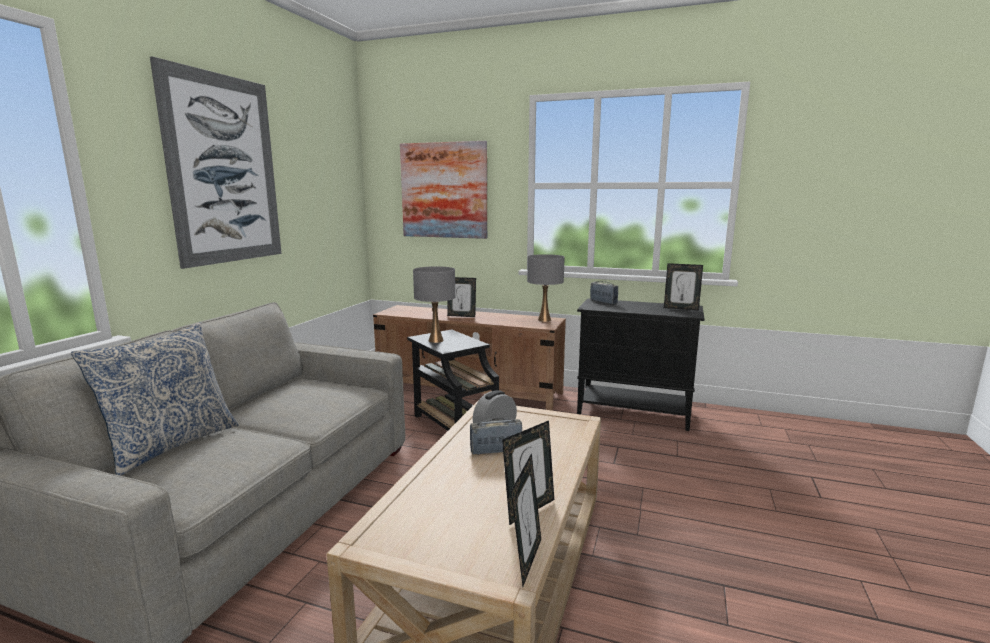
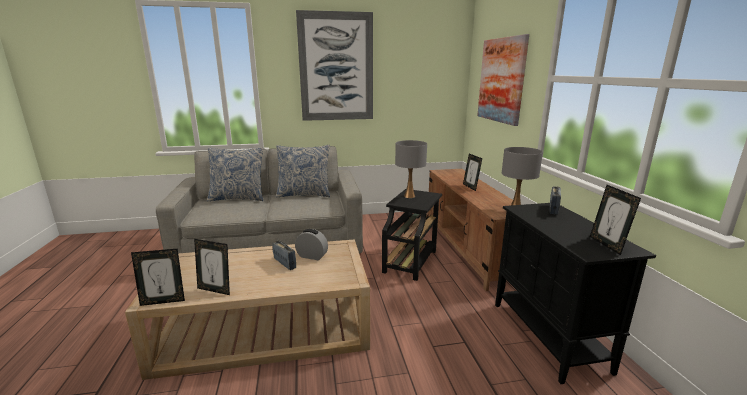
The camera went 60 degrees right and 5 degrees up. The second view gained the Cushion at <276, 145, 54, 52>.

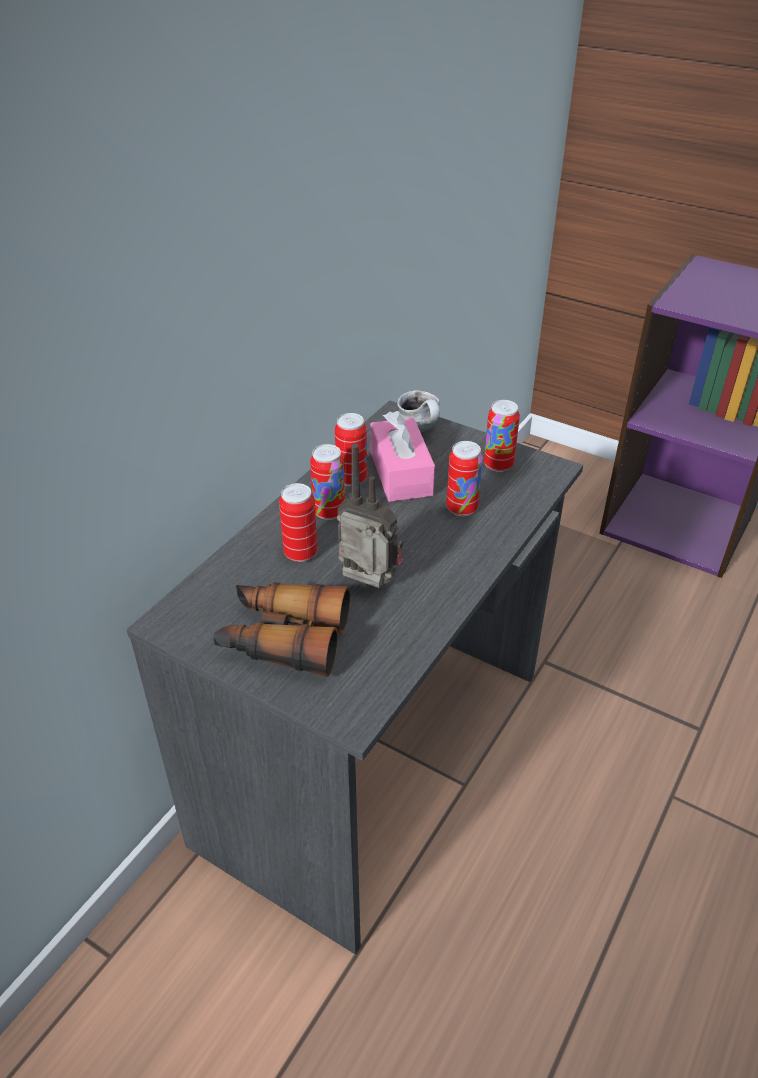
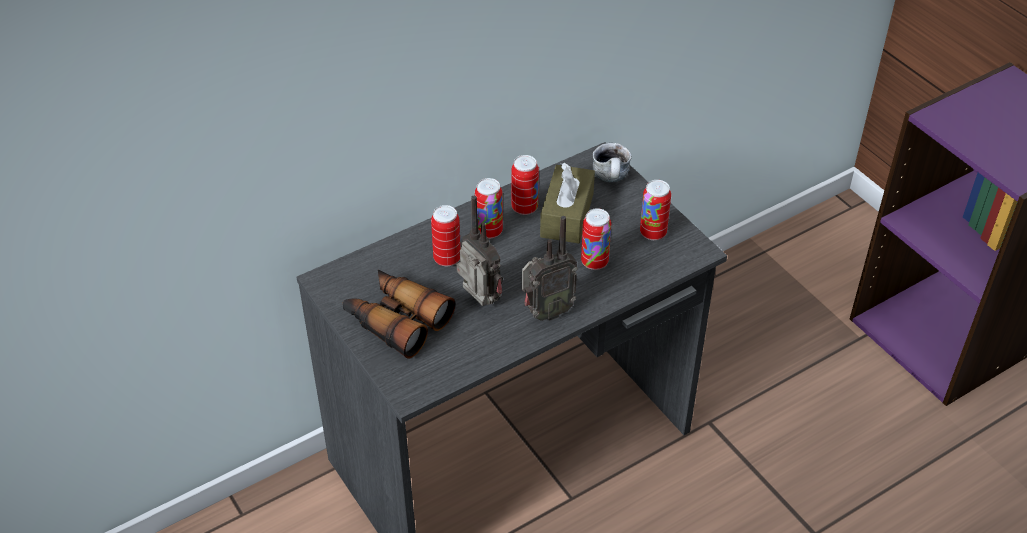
The camera went 25 degrees right and 5 degrees up. The second view gained the RadioReceiver at <522, 216, 56, 105>. What was the PinkBoxOfTissues at <370, 411, 65, 91> turned into the BrownColouredBoxOfTissues at <540, 163, 55, 80>.

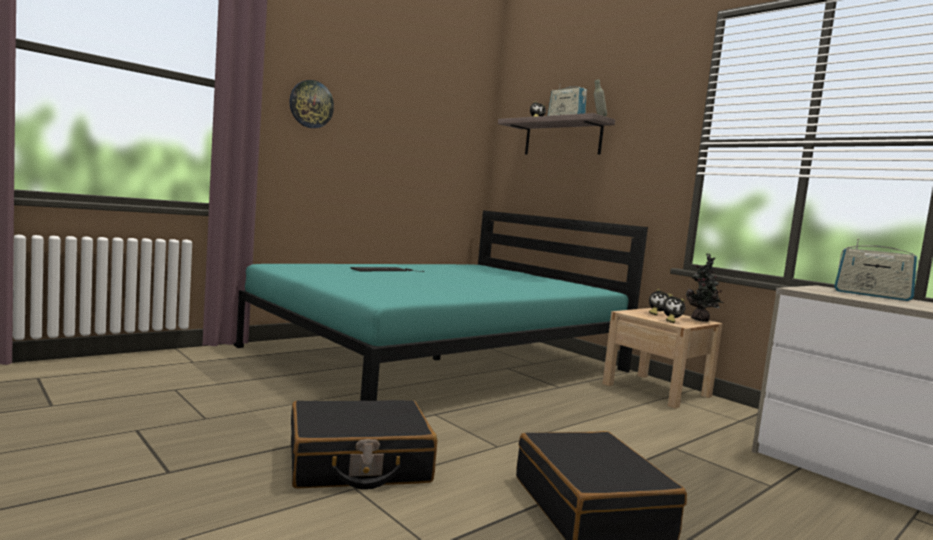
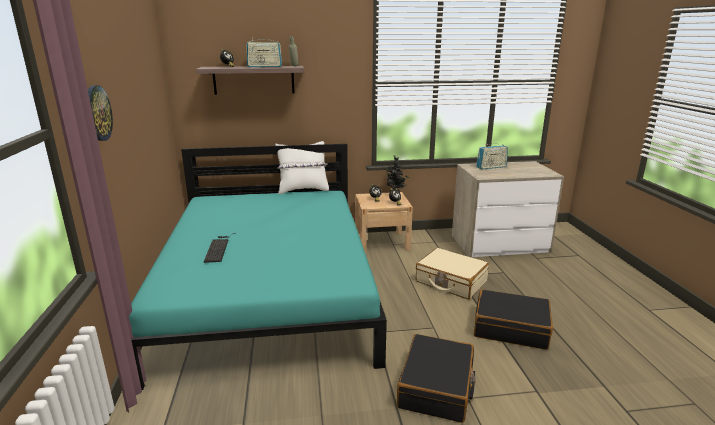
The camera went 55 degrees left and 15 degrees up. The second view gained the WhiteColouredCushion at <275, 141, 54, 53>. The second view gained the SandColouredTravelCase at <416, 248, 73, 51>.

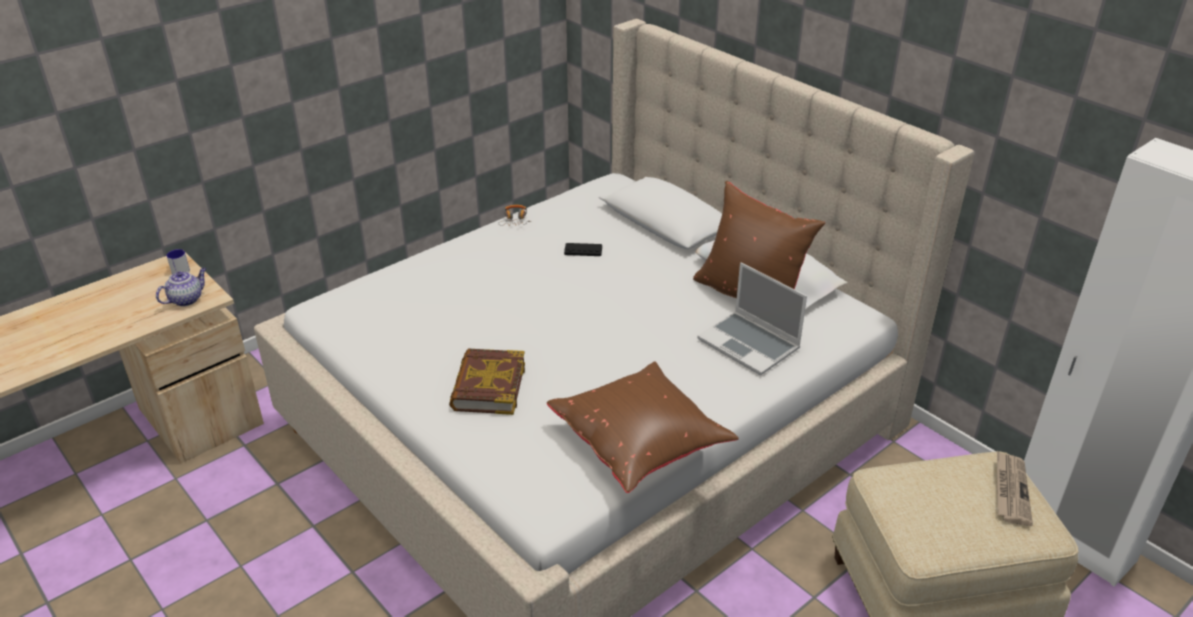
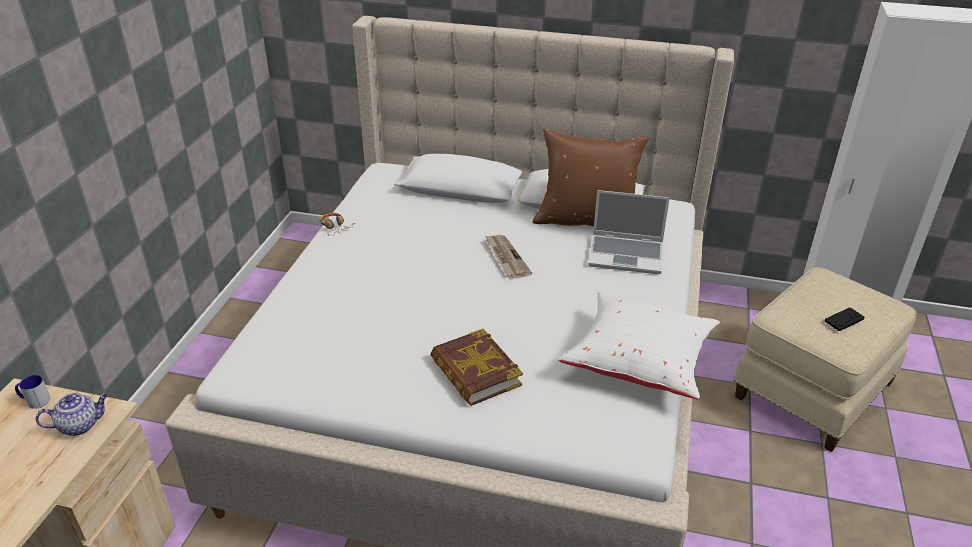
The camera went 35 degrees left and 0 degrees up. The BlackJoypad ended up elsewhere, having gone from <564, 243, 38, 13> to <825, 308, 40, 23>. The Newspaper ended up elsewhere, having gone from <997, 451, 36, 75> to <485, 235, 47, 43>. What was the BrownColouredCushion at <547, 361, 192, 132> turned into the WhiteColouredCushion at <559, 292, 161, 107>. The PotForTea at <156, 268, 50, 38> ended up facing another way, 60 degrees clockwise from before.

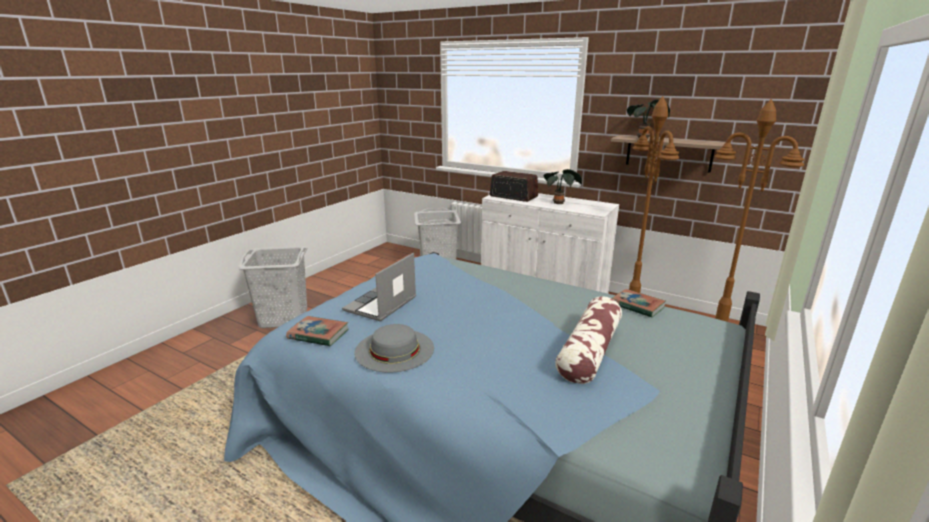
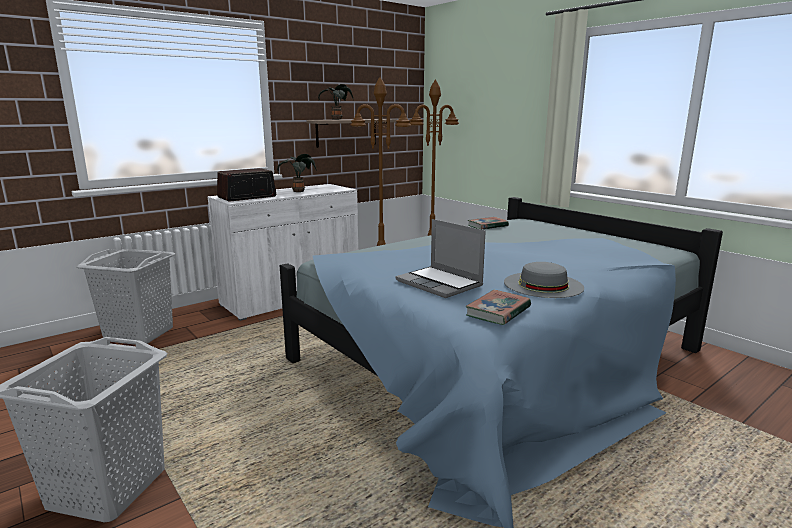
The camera went 70 degrees left and 5 degrees down. The second view lost the Cushion at <555, 296, 67, 88>.

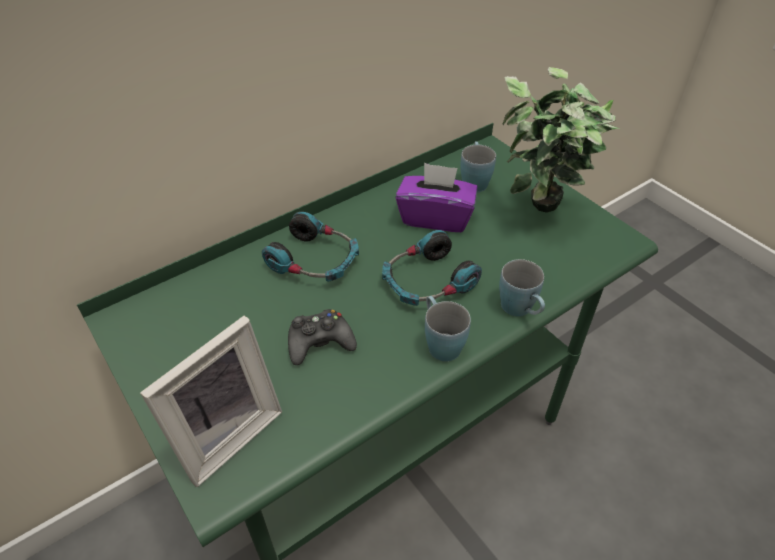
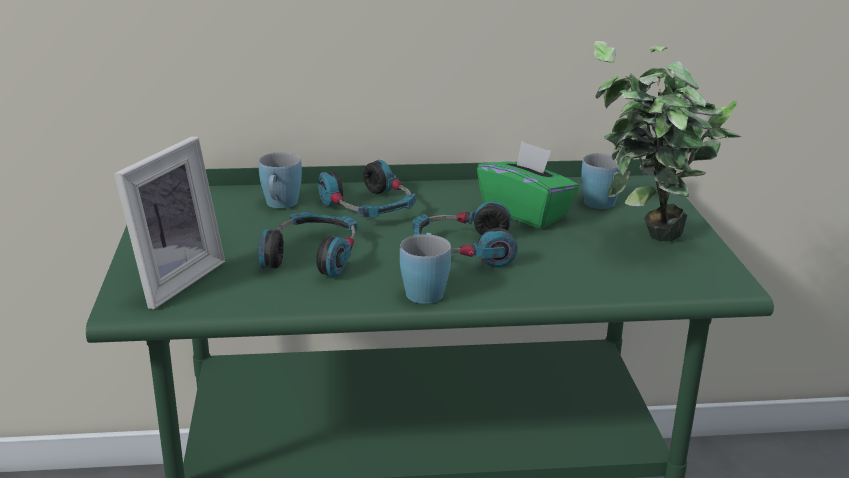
The camera went 30 degrees right and 20 degrees down. The BlueColouredCoffeeMug ended up elsewhere, having gone from <499, 259, 46, 57> to <258, 152, 44, 57>. Where the BlackJoypad stood at <288, 309, 69, 56>, the Headset came to stand at <257, 212, 100, 65>. What was the PurpleColouredBoxOfTissues at <395, 163, 82, 69> turned into the GreenBoxOfTissues at <477, 141, 102, 88>. The StandingFrame at <140, 316, 142, 171> ended up facing another way, 45 degrees counterclockwise from before.

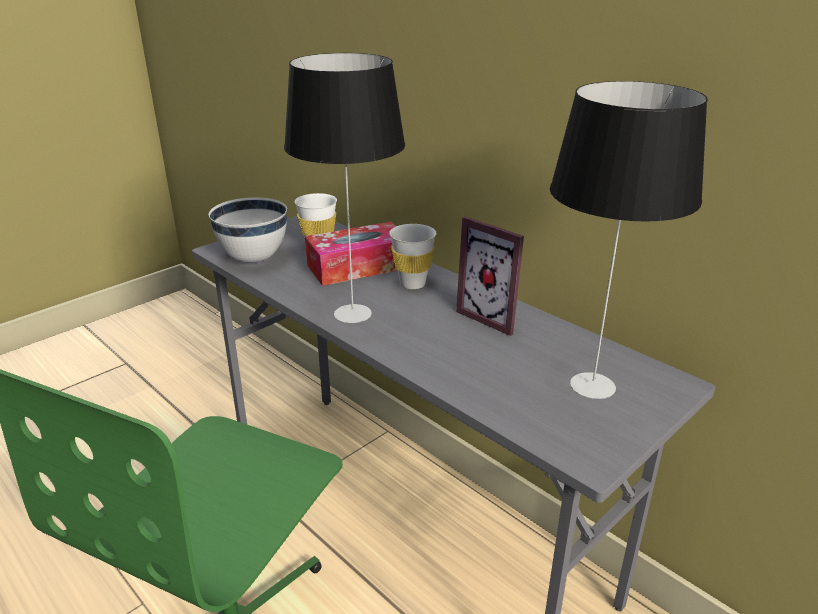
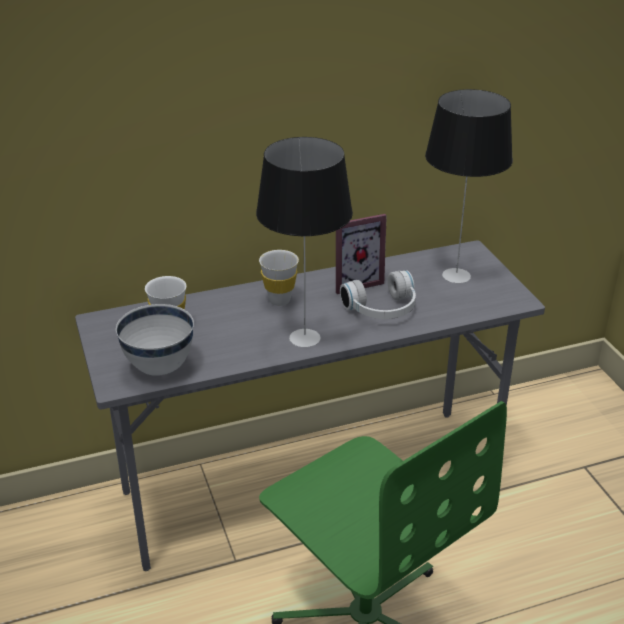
The camera went 65 degrees left and 5 degrees up. The second view lost the BoxOfTissues at <305, 222, 93, 64>. The second view gained the WhiteColouredHeadset at <340, 270, 76, 49>.

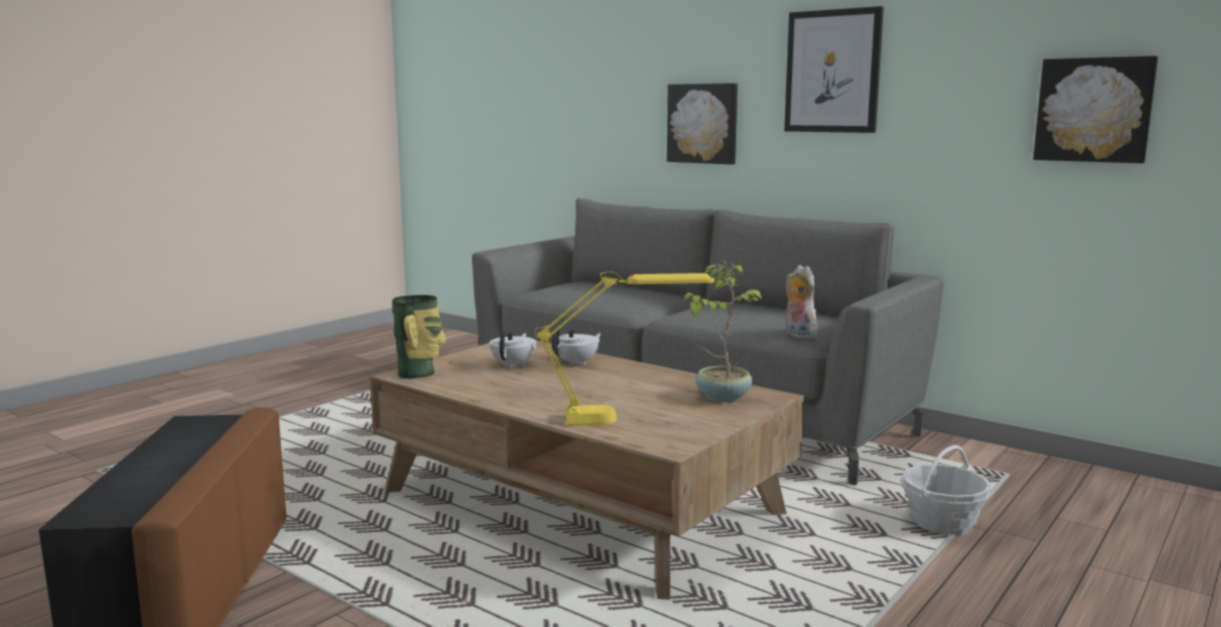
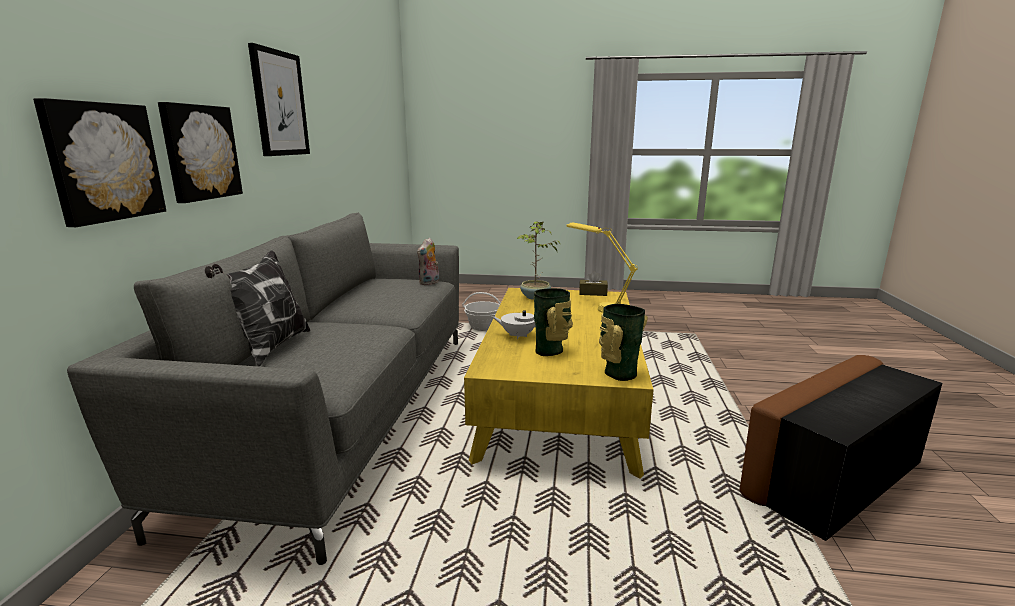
The camera went 120 degrees left and 5 degrees up. The second view gained the Cushion at <205, 250, 106, 117>. The second view gained the BrownColouredBoxOfTissues at <579, 271, 29, 25>. The Picture ended up elsewhere, having gone from <1033, 56, 125, 107> to <33, 98, 133, 129>. Where the WhiteColouredPotForTea stood at <489, 331, 47, 38>, the DecorativeVase came to stand at <534, 288, 39, 68>. What was the BrownColouredLoungeTable at <370, 341, 434, 259> turned into the YellowLoungeTable at <464, 288, 190, 191>.

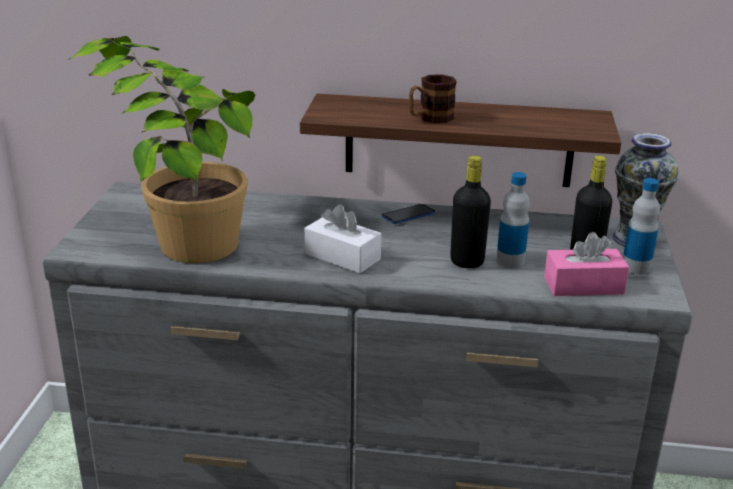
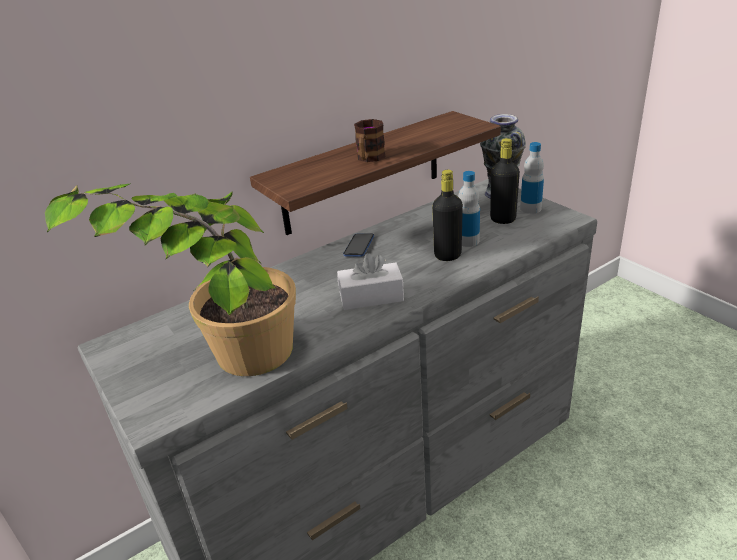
The camera went 40 degrees left and 5 degrees up. The second view lost the PinkBoxOfTissues at <544, 232, 85, 64>.

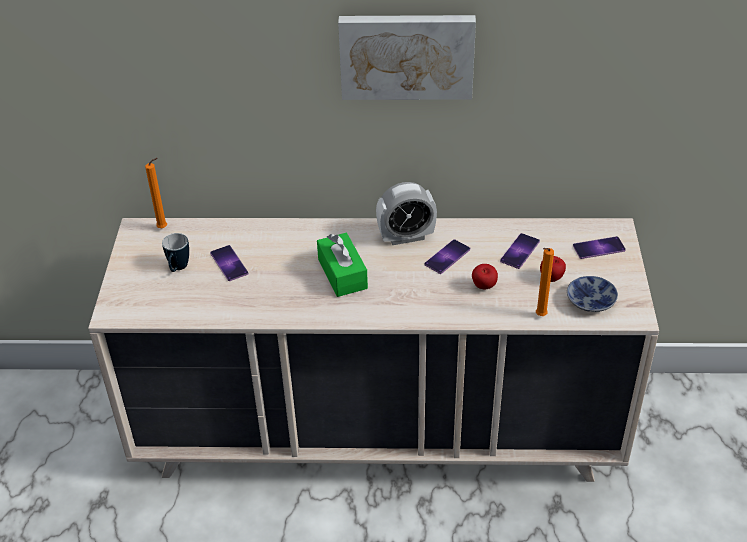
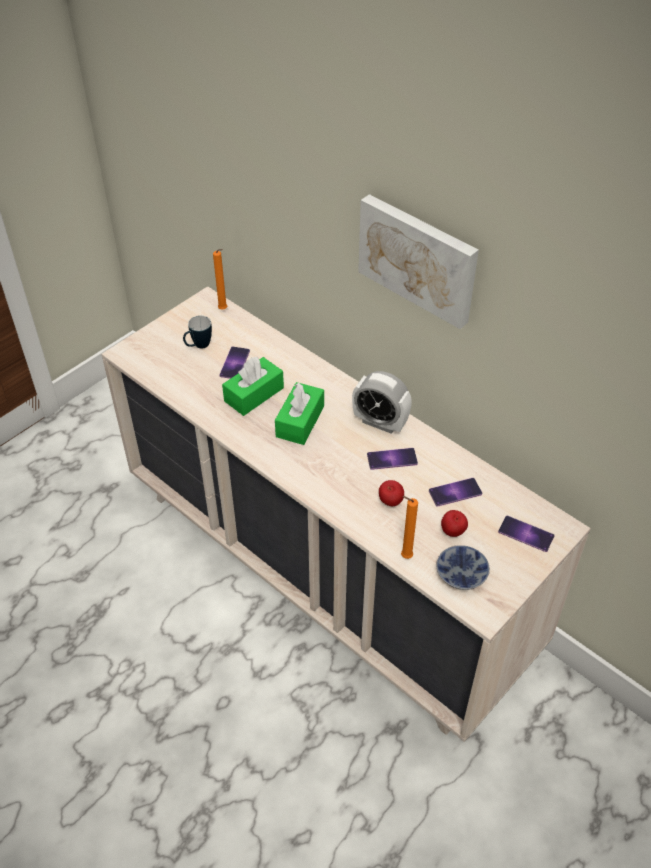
The camera went 40 degrees right and 5 degrees up. The second view gained the GreenBoxOfTissues at <222, 357, 62, 59>.

